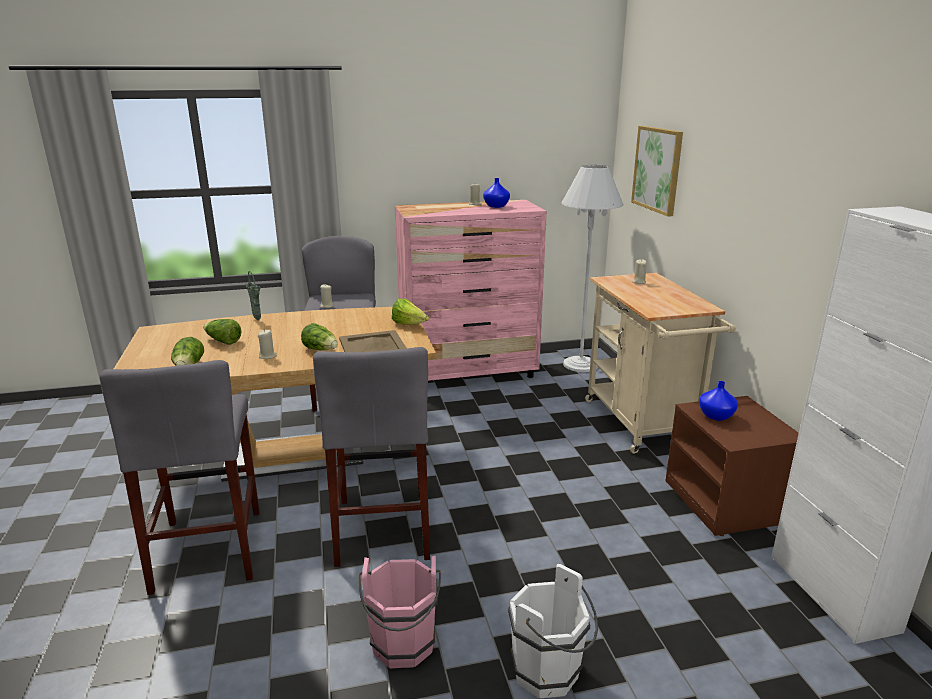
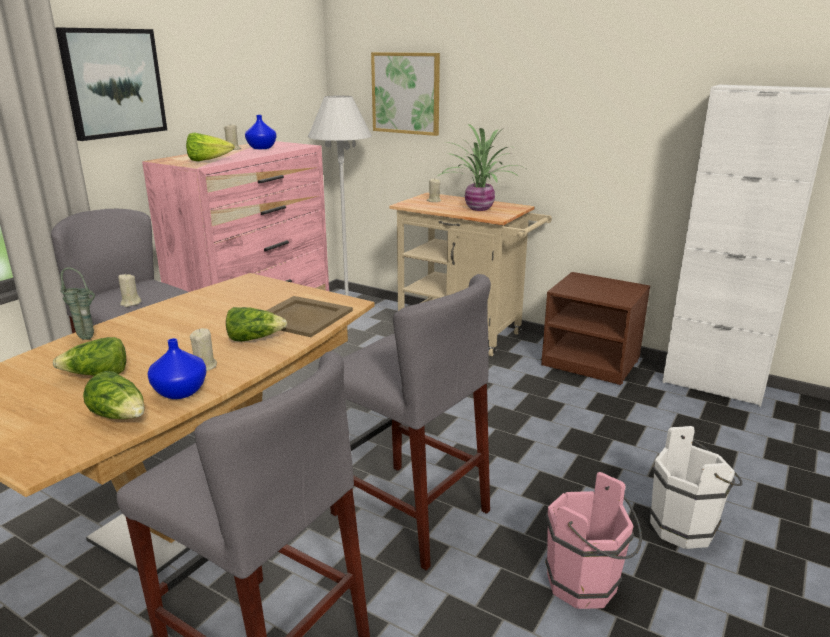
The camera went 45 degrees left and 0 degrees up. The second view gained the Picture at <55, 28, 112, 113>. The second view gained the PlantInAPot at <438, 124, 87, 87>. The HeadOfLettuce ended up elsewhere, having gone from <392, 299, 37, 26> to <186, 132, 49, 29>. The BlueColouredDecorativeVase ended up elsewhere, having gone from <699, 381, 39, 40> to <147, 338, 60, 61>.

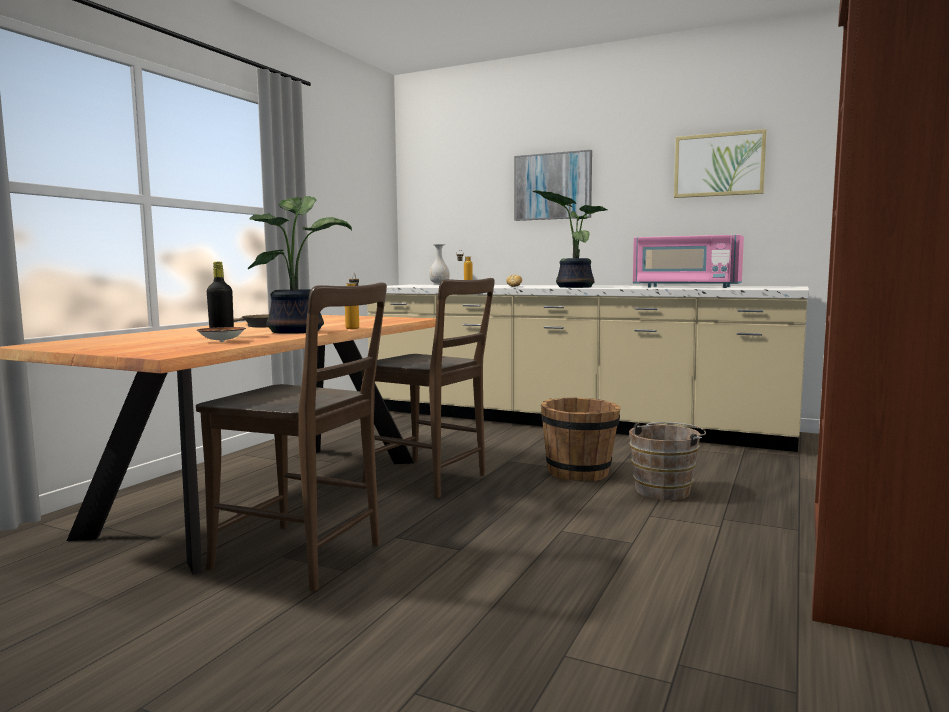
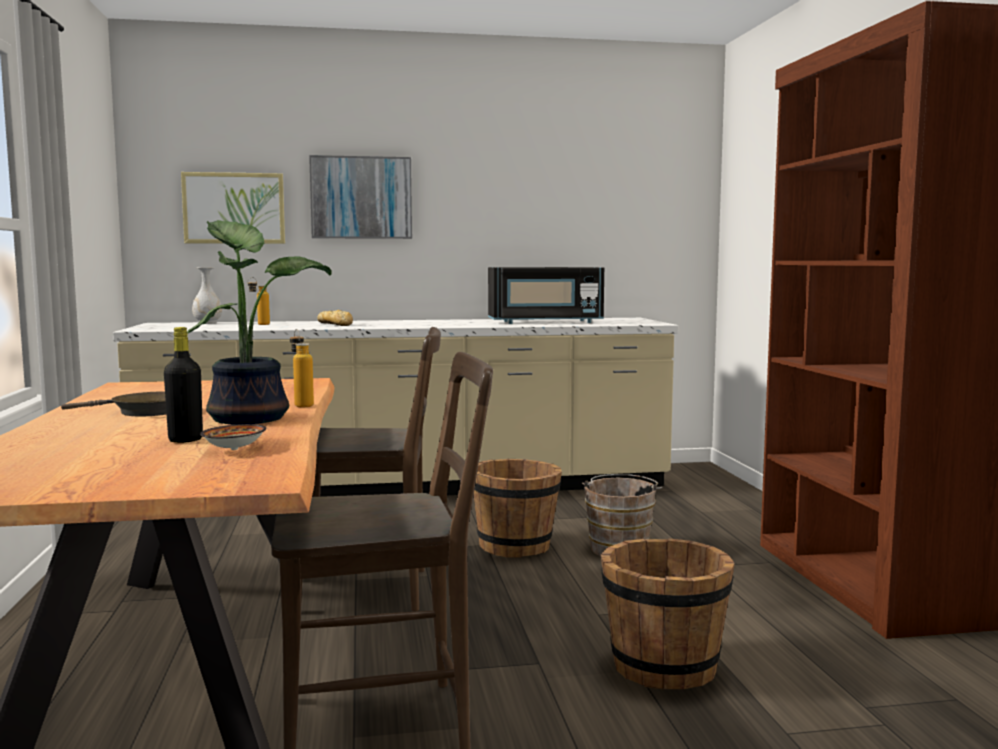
The camera went 35 degrees left and 0 degrees up. The second view lost the PlantInAPot at <532, 190, 76, 98>. The second view gained the BrownColouredPail at <601, 538, 134, 152>. The Picture ended up elsewhere, having gone from <674, 129, 93, 69> to <181, 172, 104, 72>. What was the PinkKitchenMicrowave at <633, 235, 111, 53> turned into the BlackKitchenMicrowave at <488, 267, 116, 57>.

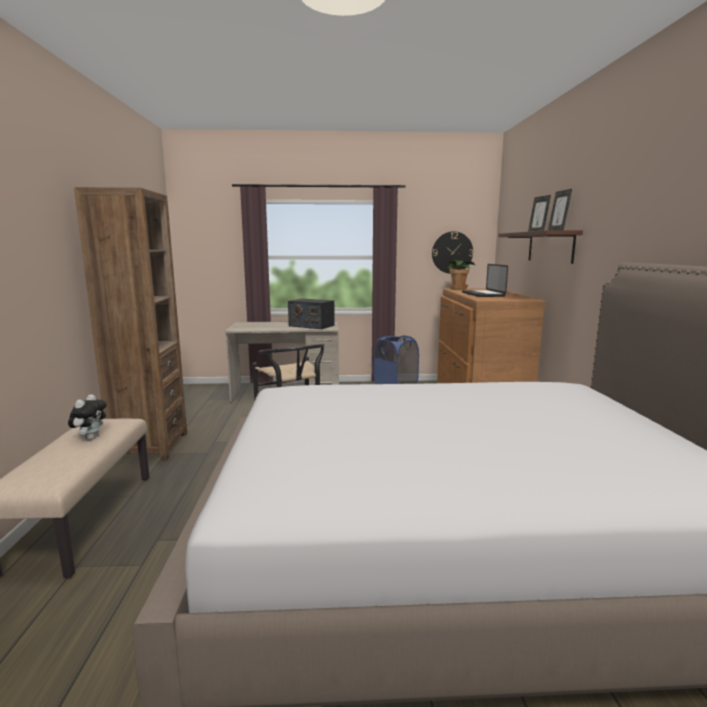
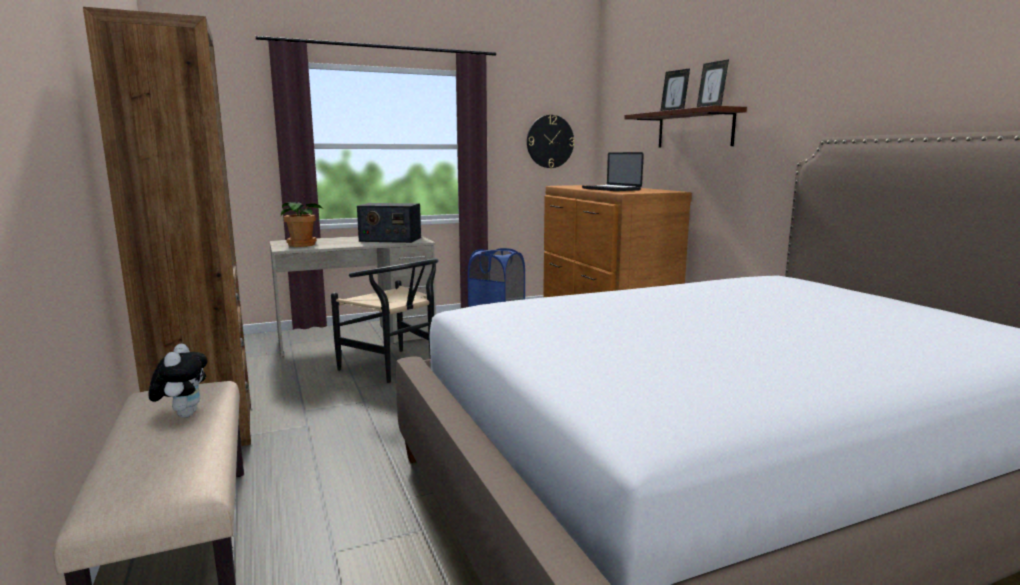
The camera went 20 degrees left and 0 degrees up. The PlantInAPot ended up elsewhere, having gone from <448, 260, 28, 30> to <281, 202, 41, 45>.

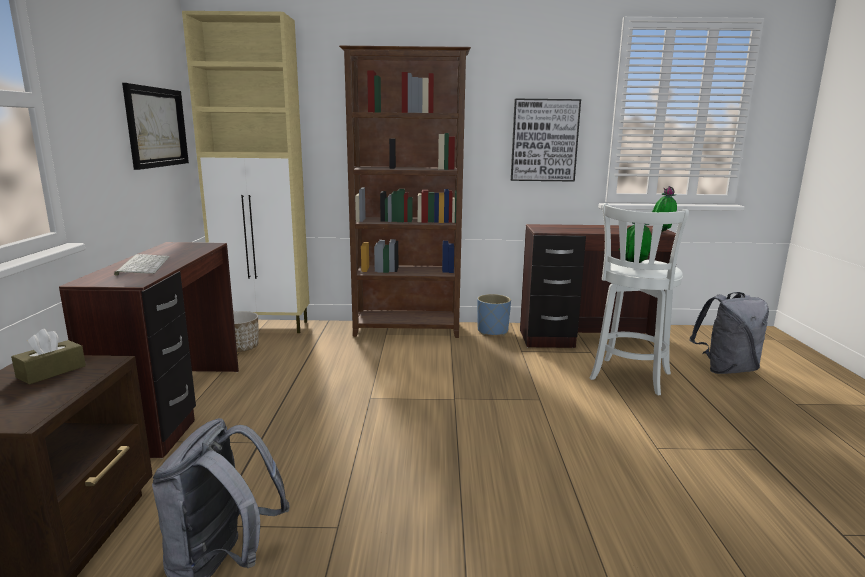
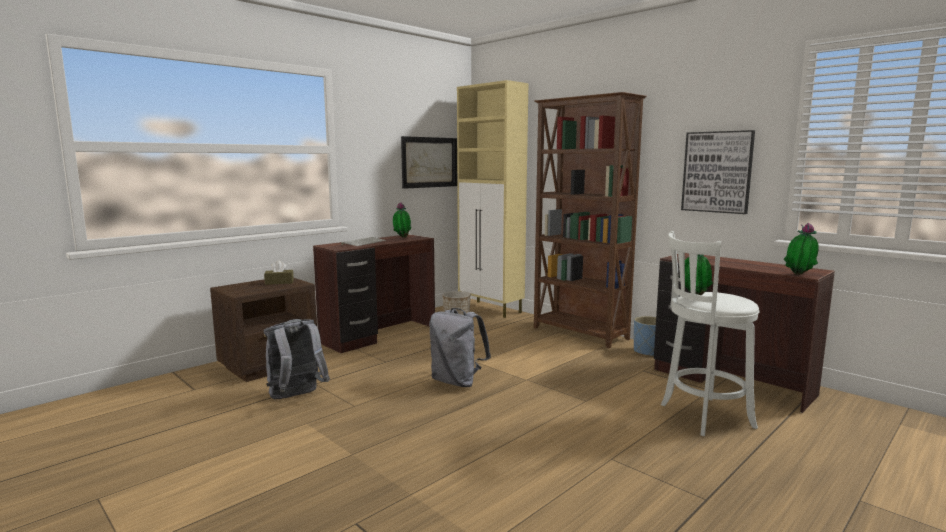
The camera went 45 degrees right and 5 degrees down. The second view gained the PlantInAPot at <393, 203, 18, 35>. The GreyishKnapsack ended up elsewhere, having gone from <690, 292, 79, 82> to <429, 308, 62, 79>.

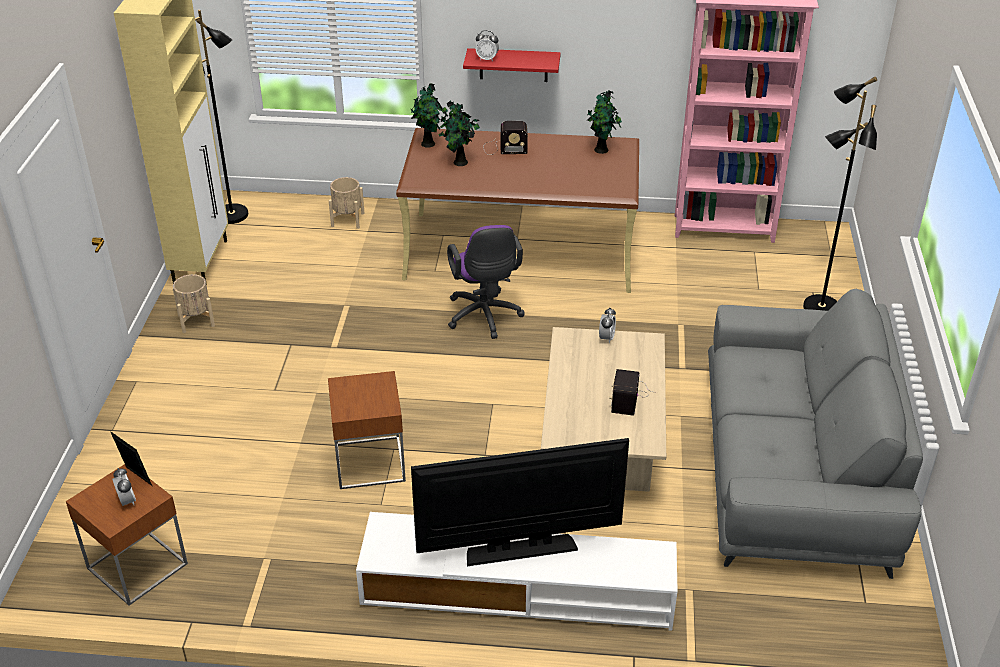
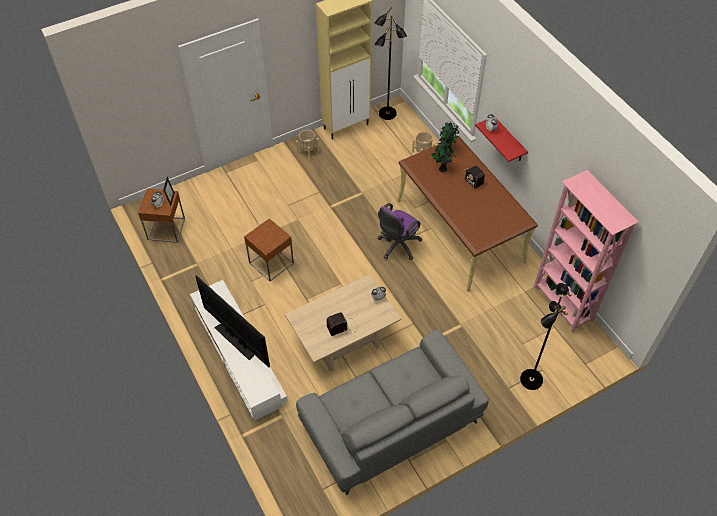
The camera went 55 degrees right and 15 degrees up. The second view lost the PlantInAPot at <587, 90, 35, 64>.

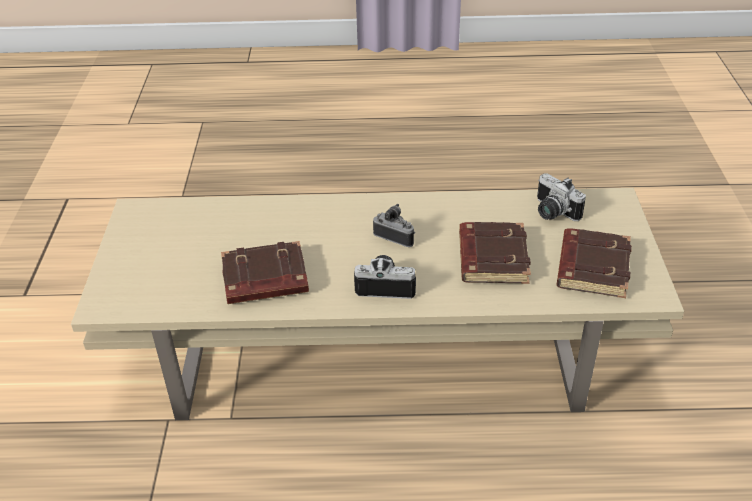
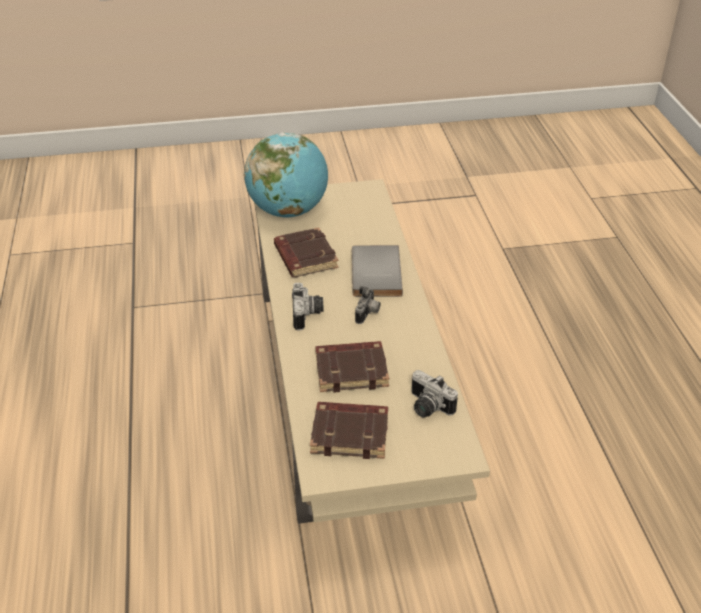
The camera went 80 degrees right and 0 degrees up. The second view gained the DeskGlobe at <244, 132, 84, 85>. The second view gained the GreyishBoundBook at <352, 245, 51, 52>. The StillCamera at <537, 173, 49, 48> ended up facing another way, 90 degrees counterclockwise from before.

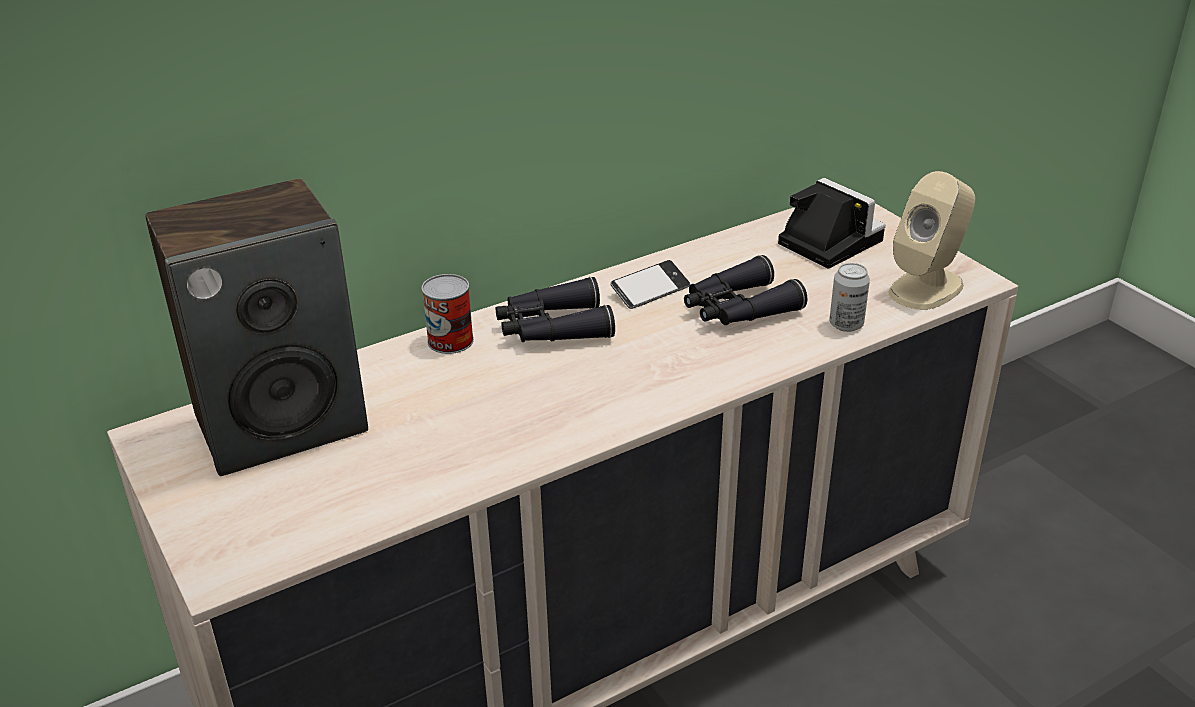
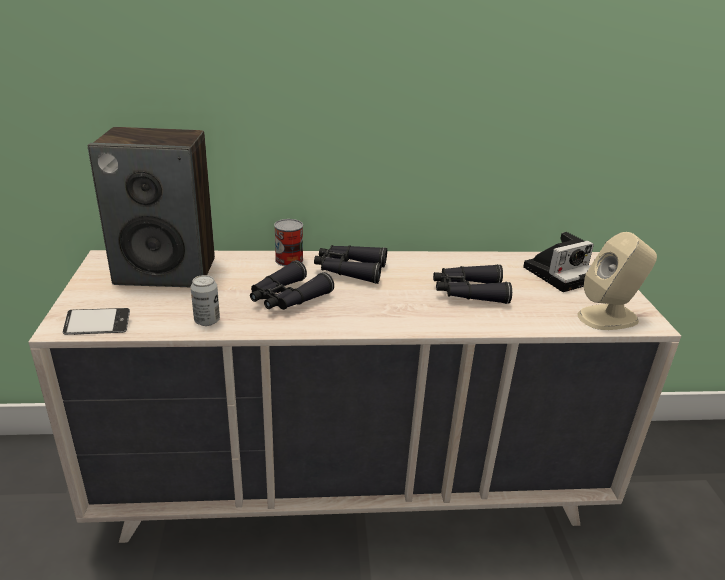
The camera went 25 degrees right and 5 degrees down. The second view gained the BlackFieldGlasses at <250, 260, 84, 50>. The Telephone ended up elsewhere, having gone from <610, 260, 80, 49> to <63, 308, 67, 27>. The Can ended up elsewhere, having gone from <829, 263, 41, 69> to <191, 275, 29, 51>. The StillCamera at <778, 178, 107, 91> ended up facing another way, 75 degrees clockwise from before.

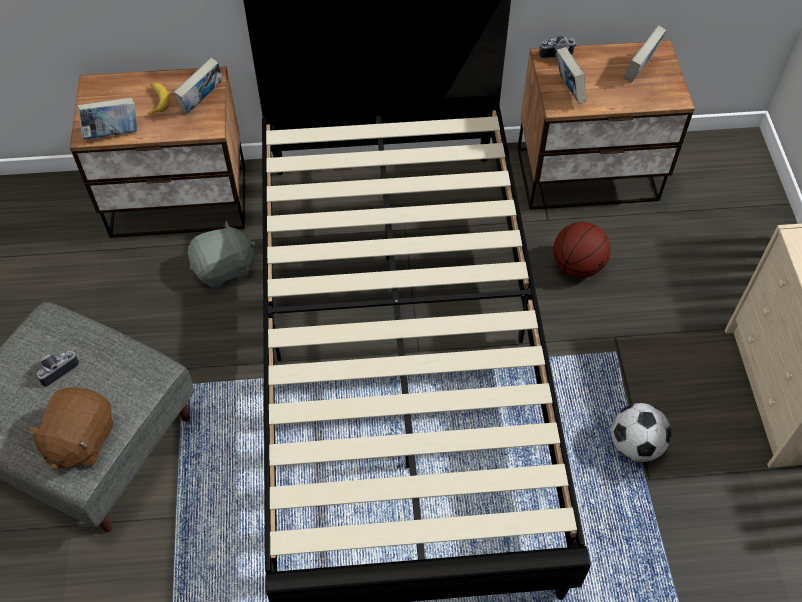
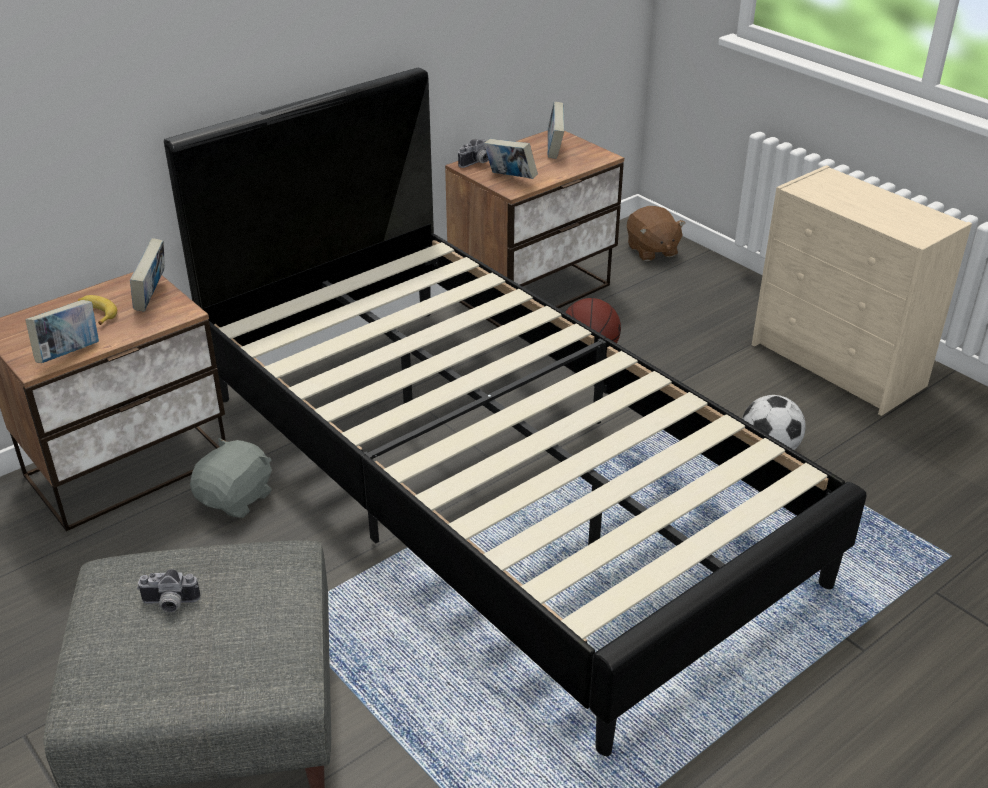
The camera went 35 degrees left and 20 degrees down. The BrownColouredCuddlyToy ended up elsewhere, having gone from <26, 387, 87, 83> to <627, 206, 58, 55>. The StillCamera at <36, 351, 43, 36> ended up facing another way, 105 degrees counterclockwise from before.

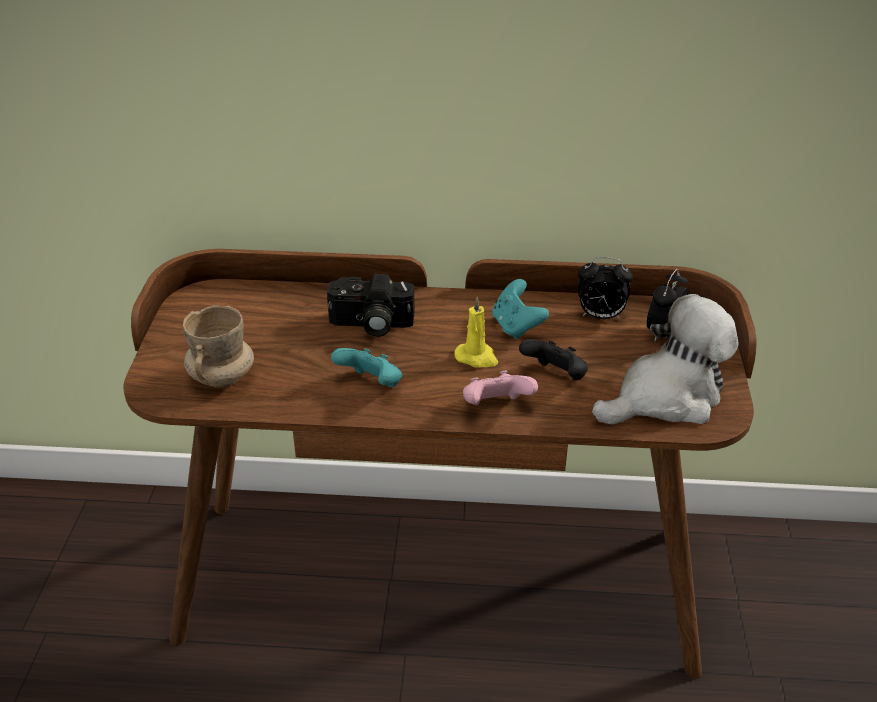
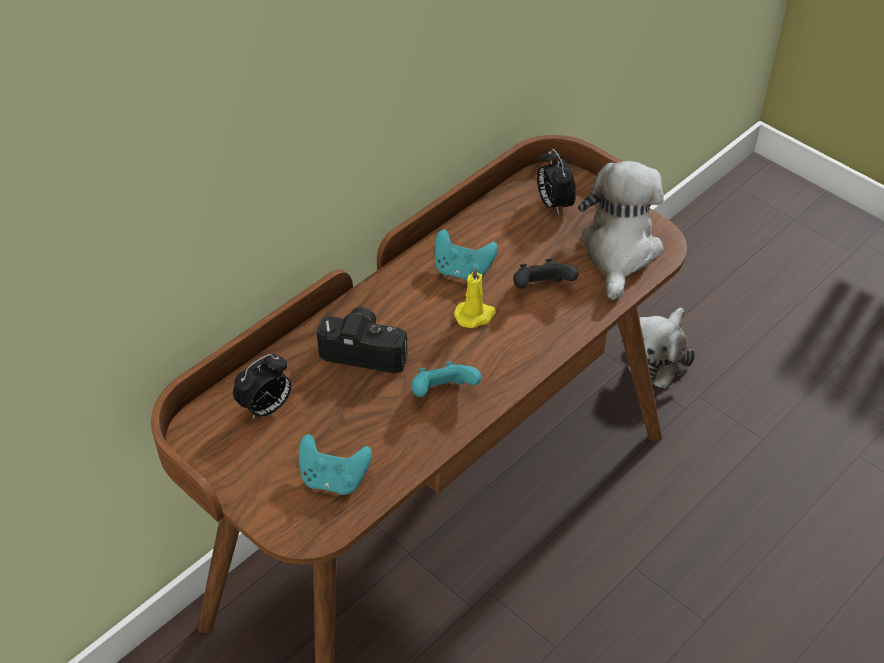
The camera went 50 degrees left and 10 degrees up. The second view lost the PinkJoypad at <463, 370, 75, 35>. The second view gained the CuddlyToy at <625, 307, 70, 82>. The TableClock ended up elsewhere, having gone from <578, 257, 55, 62> to <233, 354, 58, 66>. Where the SandColouredCoffeeMug stood at <183, 305, 71, 83>, the BlueGreenJoypad came to stand at <299, 434, 73, 61>. The StillCamera at <327, 274, 88, 63> ended up facing another way, 120 degrees counterclockwise from before.

